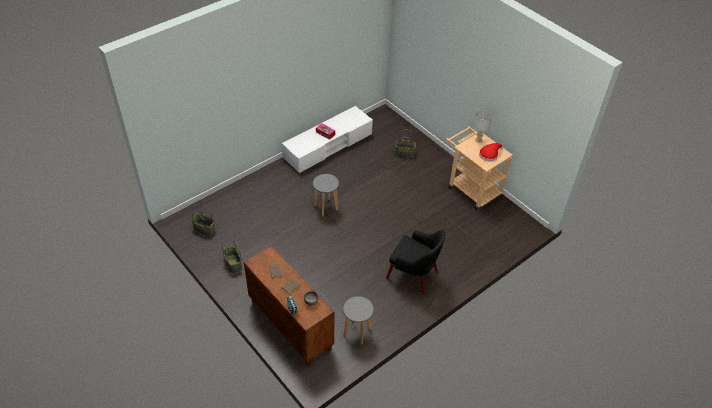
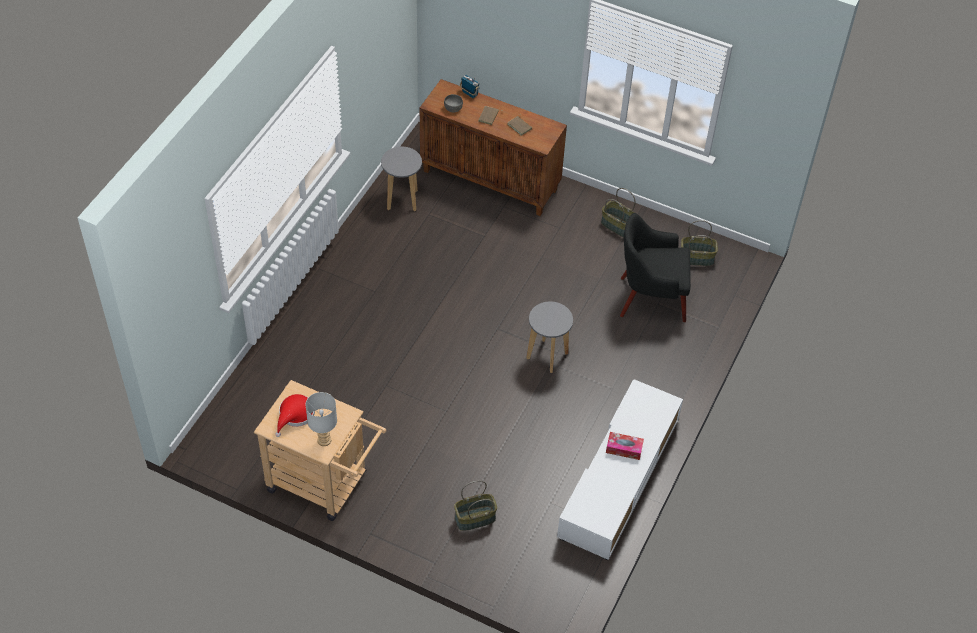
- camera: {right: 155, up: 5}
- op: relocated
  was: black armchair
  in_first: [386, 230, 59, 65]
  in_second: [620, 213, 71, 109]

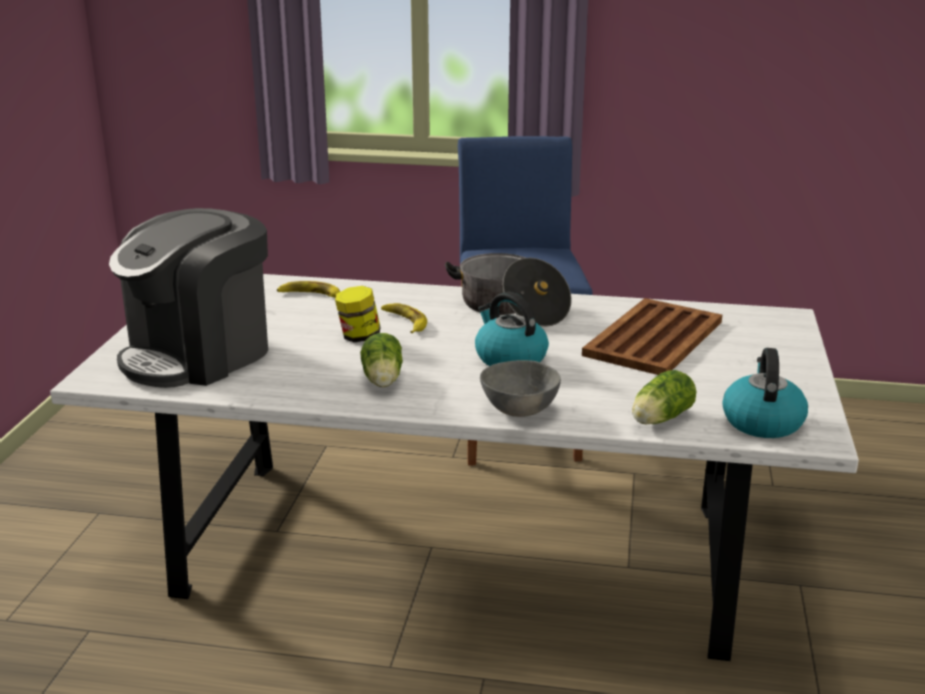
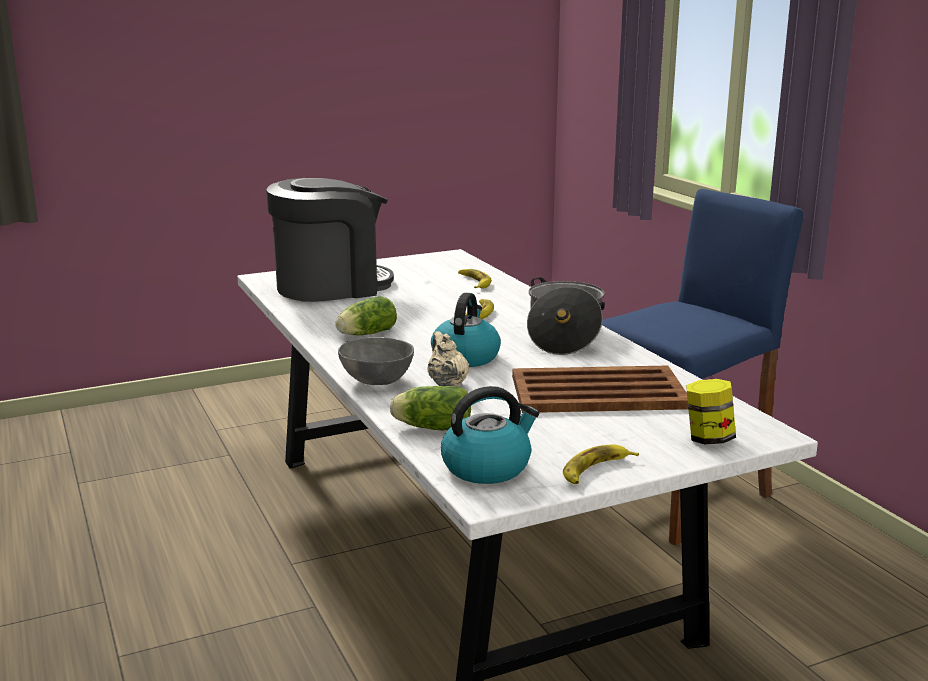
- camera: {right: 55, up: -5}
- op: spun
  was: coffee machine
  in_first: [109, 208, 159, 180]
  in_second: [266, 178, 128, 124]
  clockwise: 150
- op: relocated
  was: jar
  in_first: [335, 286, 46, 56]
  in_second: [686, 379, 50, 66]
- op: appeared
  now: beige teapot
  in_second: [427, 331, 42, 56]
- op: appeared
  now: banana
  in_second: [563, 445, 76, 39]

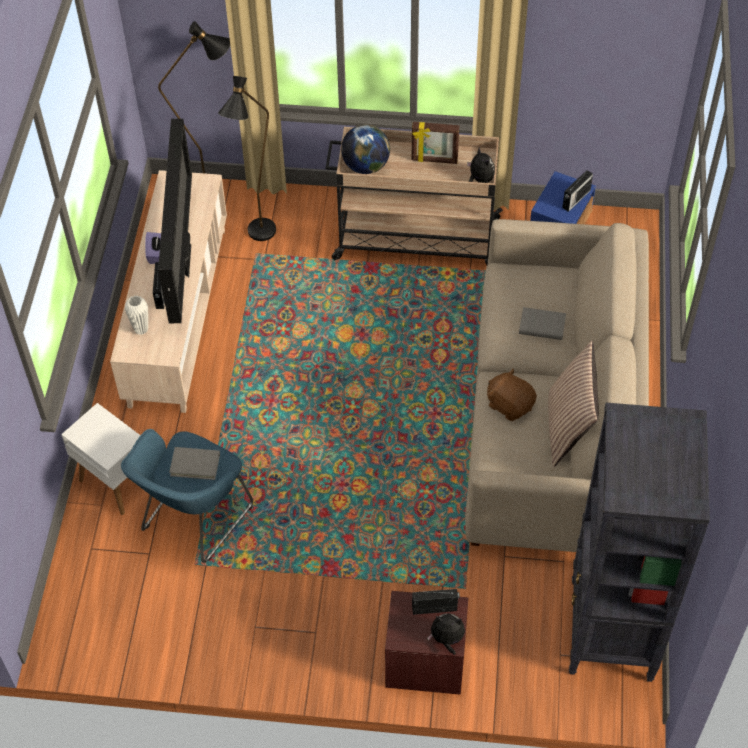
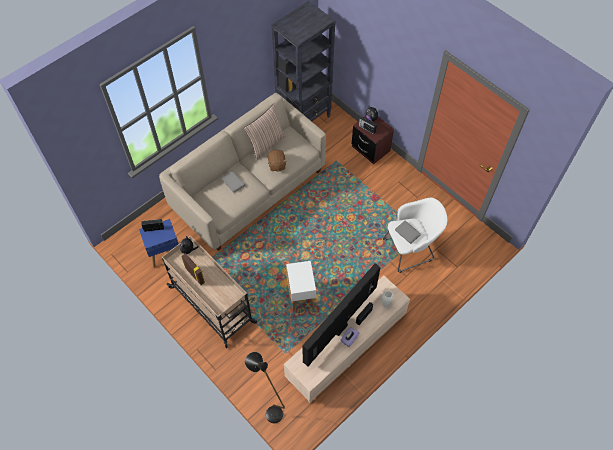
- camera: {right: -140, up: 5}
- op: relocated
  was: white side table
  in_first: [61, 403, 79, 112]
  in_second: [286, 261, 30, 51]
- op: colour
  was: blue armchair
  now: white armchair
  in_first: [121, 429, 132, 134]
  in_second: [383, 198, 64, 75]
- op: missing
  was: black floor lamp
  in_first: [218, 76, 58, 165]
- op: missing
  was: globe
  in_first: [341, 124, 49, 50]

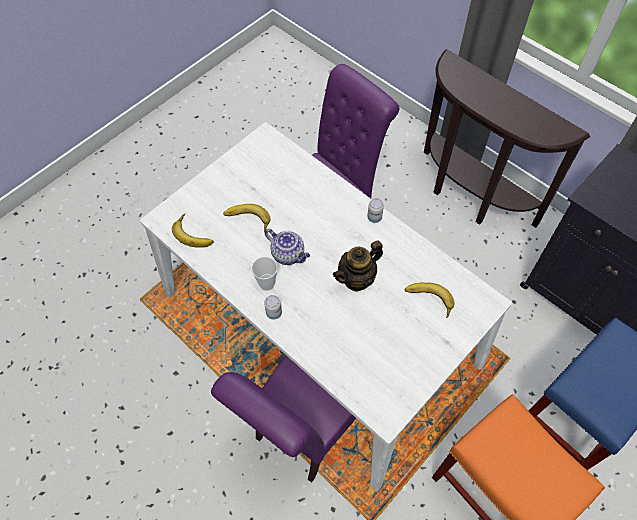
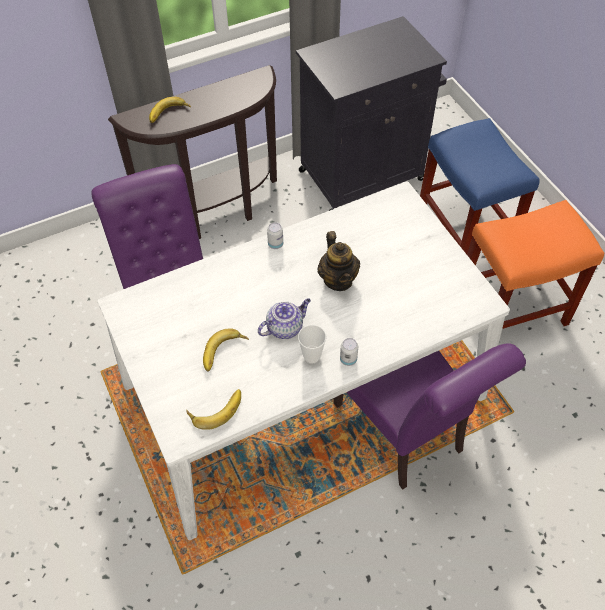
- camera: {right: -70, up: -5}
- op: relocated
  was: banana
  in_first: [405, 282, 49, 36]
  in_second: [149, 97, 42, 26]

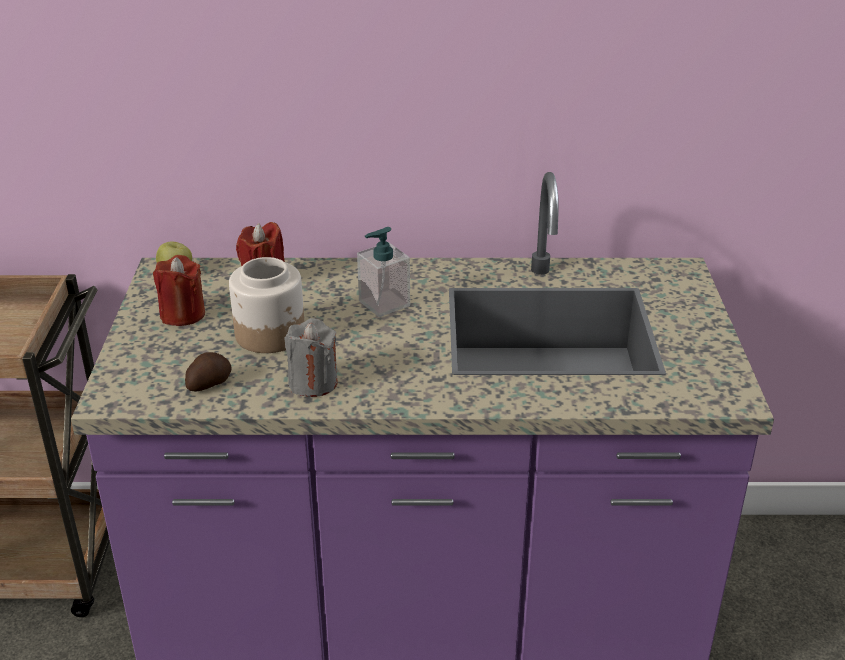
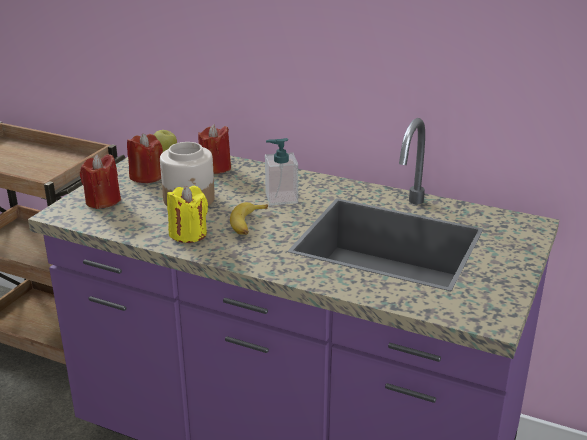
- camera: {right: 25, up: -5}
- op: missing
  was: potato
  in_first: [185, 352, 46, 39]
- op: colour
  was: grey candle
  now: yellow candle
  in_first: [284, 318, 54, 79]
  in_second: [167, 186, 41, 57]
- op: appeared
  now: red candle
  in_second: [80, 154, 41, 55]
- op: appeared
  now: banana
  in_second: [230, 202, 38, 33]

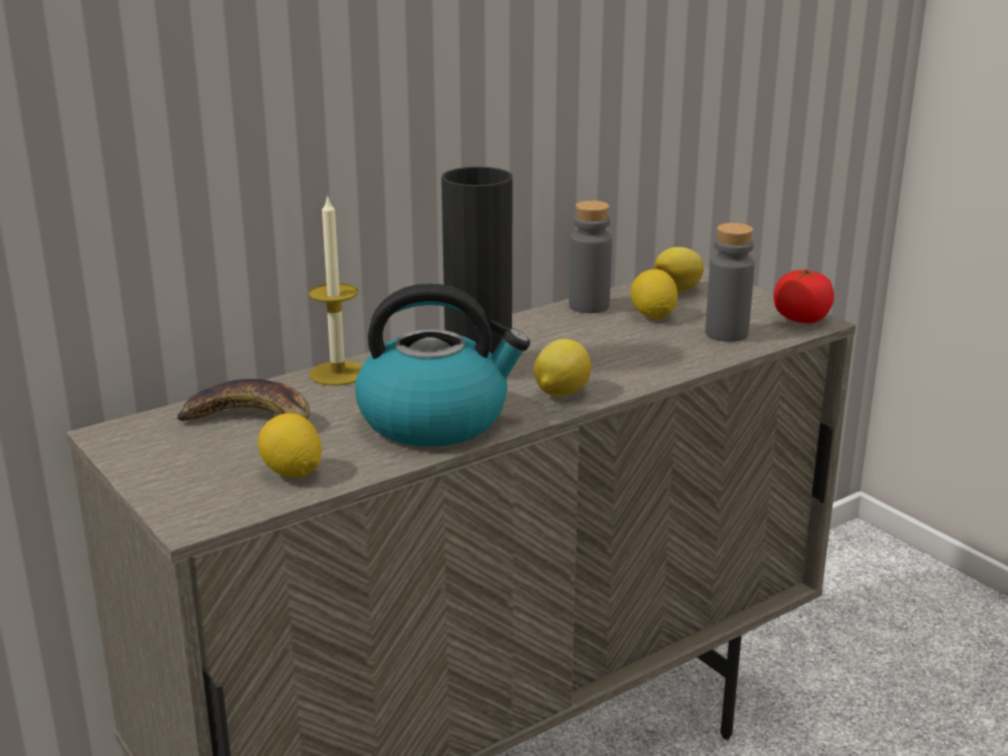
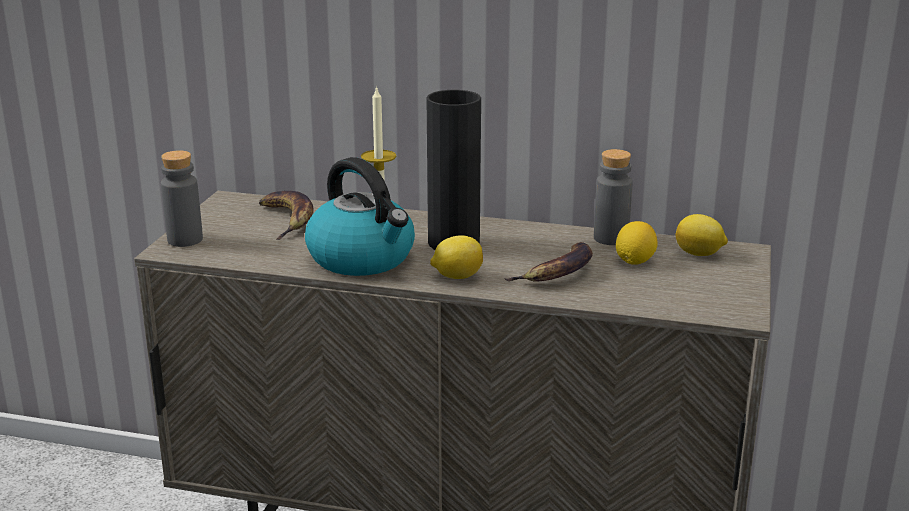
- camera: {right: 50, up: 0}
- op: missing
  was: lemon
  in_first: [258, 413, 64, 65]
- op: relocated
  was: grey bottle
  in_first: [705, 223, 50, 119]
  in_second: [161, 150, 42, 97]
- op: missing
  was: tomato
  in_first: [773, 269, 61, 54]
- op: appeared
  now: banana
  in_second: [504, 242, 89, 40]

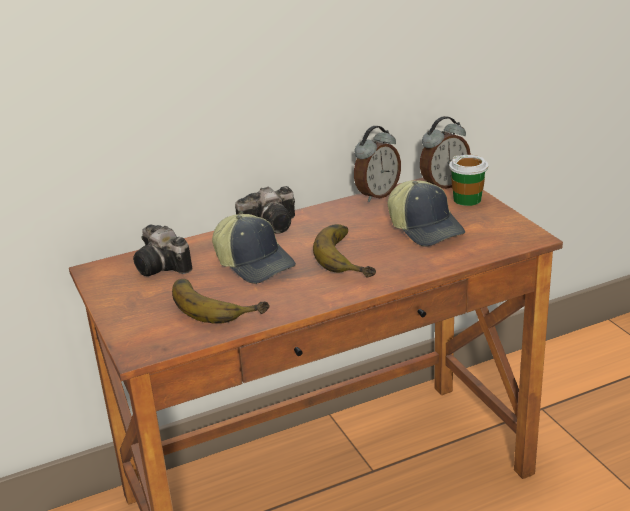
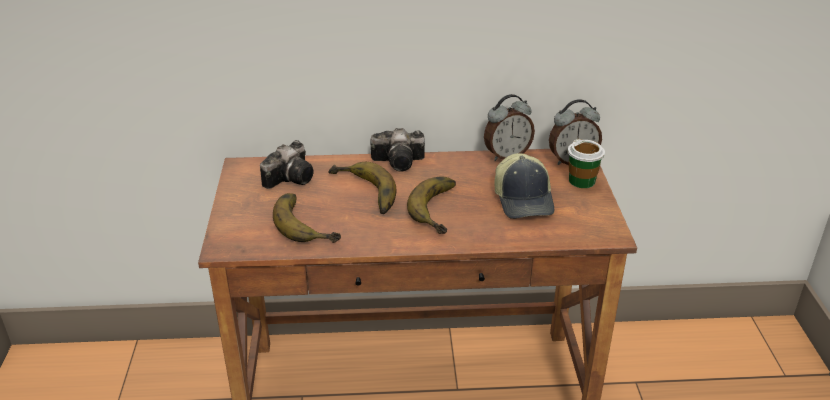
- camera: {right: 20, up: 5}
- op: spun
  was: photo camera
  in_first: [133, 225, 59, 51]
  in_second: [260, 140, 54, 49]
  clockwise: -120
- op: exchanged
  was: cap
  now: banana
  in_first: [212, 214, 84, 70]
  in_second: [328, 162, 68, 52]

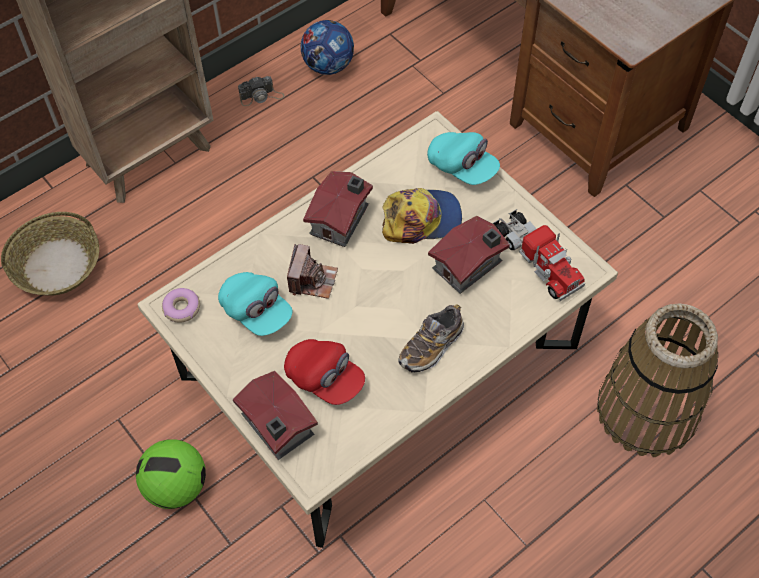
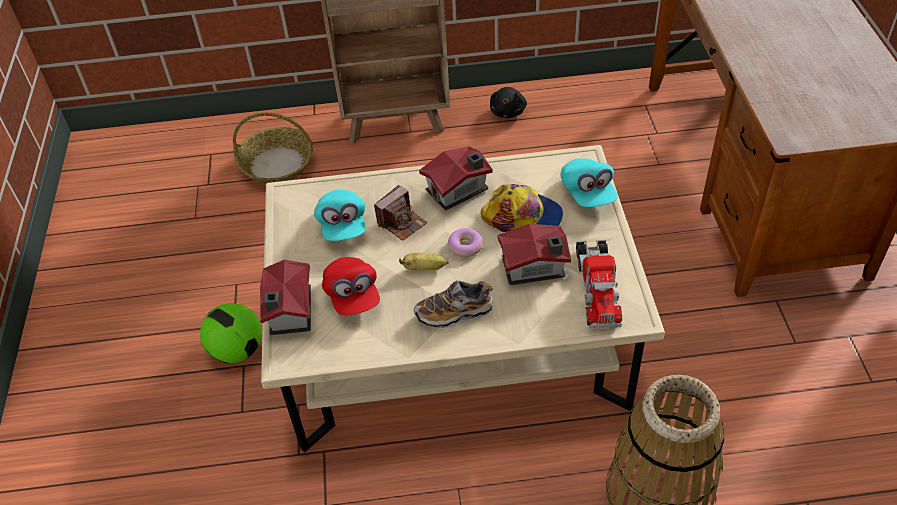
- camera: {right: 35, up: -10}
- op: relocated
  was: donut
  in_first: [162, 288, 38, 35]
  in_second: [448, 228, 35, 29]
- op: exchanged
  was: photo camera
  now: black plush toy
  in_first: [238, 76, 46, 30]
  in_second: [490, 87, 37, 31]
- op: missing
  was: football
  in_first: [301, 20, 53, 55]
- op: appeared
  now: banana
  in_second: [399, 253, 49, 17]

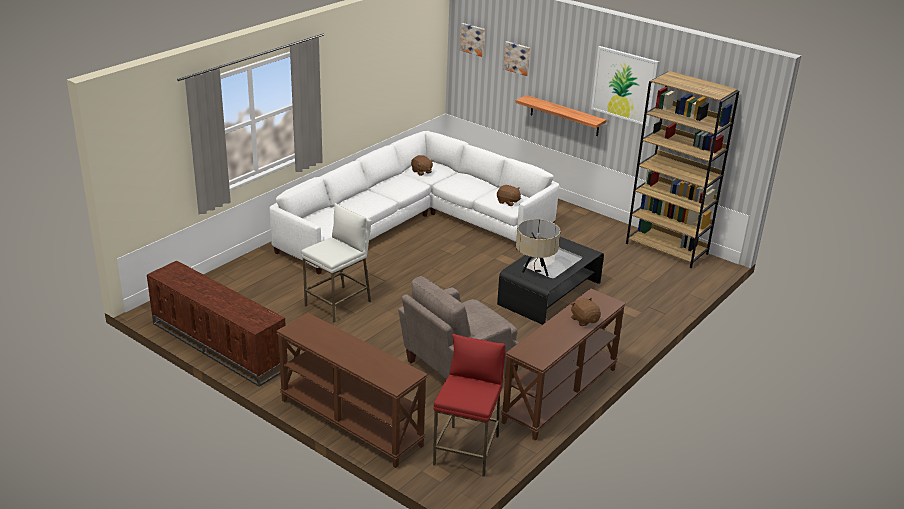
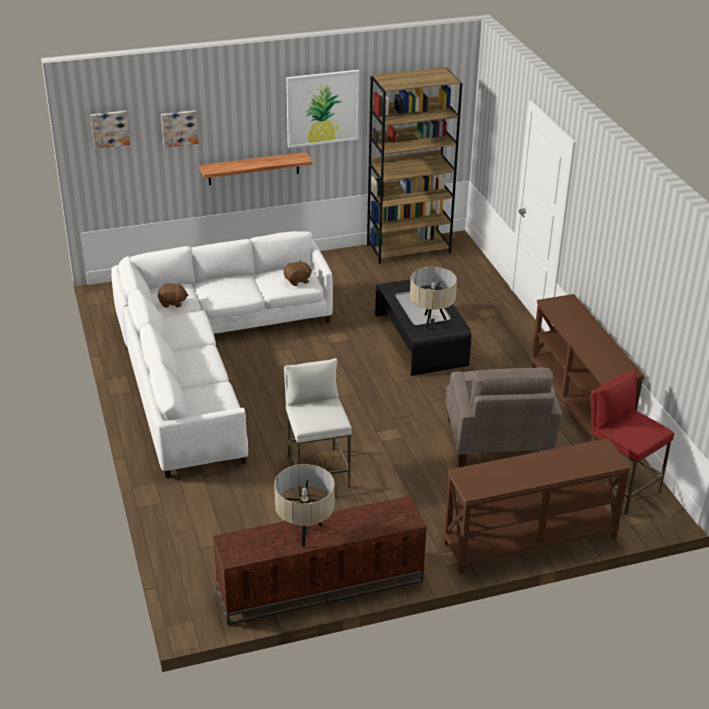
- camera: {right: -55, up: 5}
- op: missing
  was: brown plush toy
  in_first: [571, 298, 30, 28]
- op: appeared
  now: beige table lamp
  in_second: [274, 464, 61, 83]

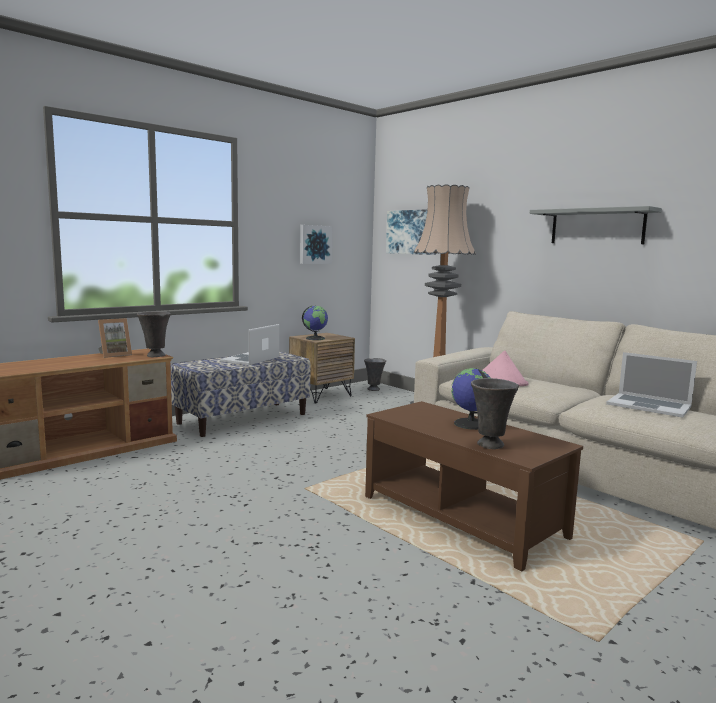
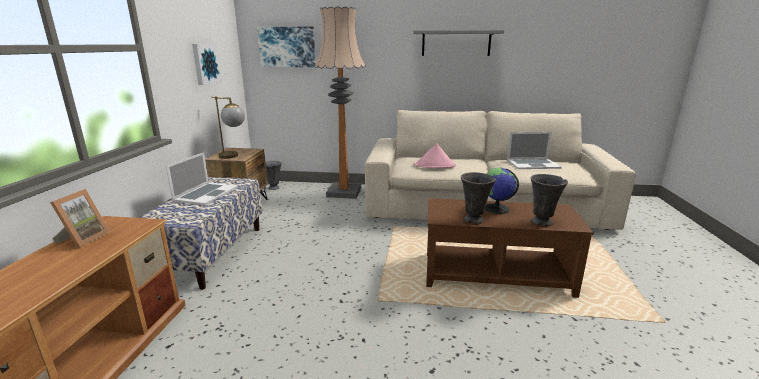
- camera: {right: -40, up: 10}
- op: relocated
  was: grey vase
  in_first: [137, 311, 34, 46]
  in_second: [461, 172, 35, 52]
- op: spun
  was: laptop
  in_first: [220, 324, 59, 41]
  in_second: [166, 152, 72, 53]
  clockwise: -150
- op: exchanged
  was: globe
  now: table lamp
  in_first: [302, 306, 26, 34]
  in_second: [211, 96, 34, 63]

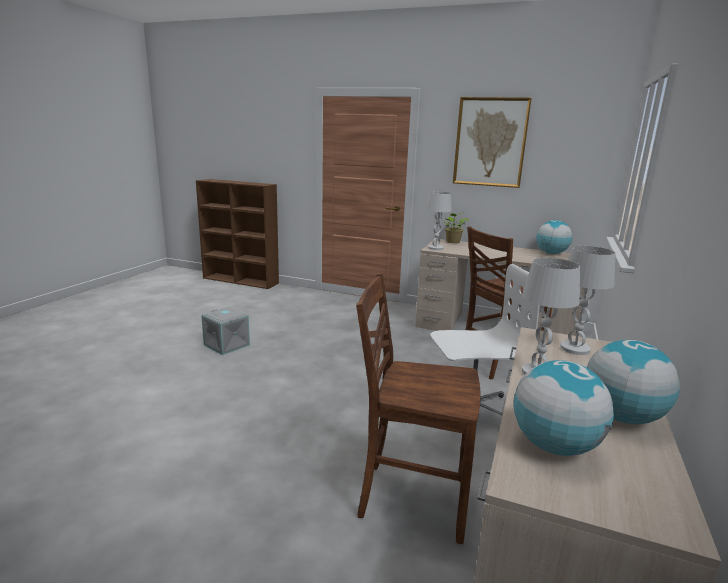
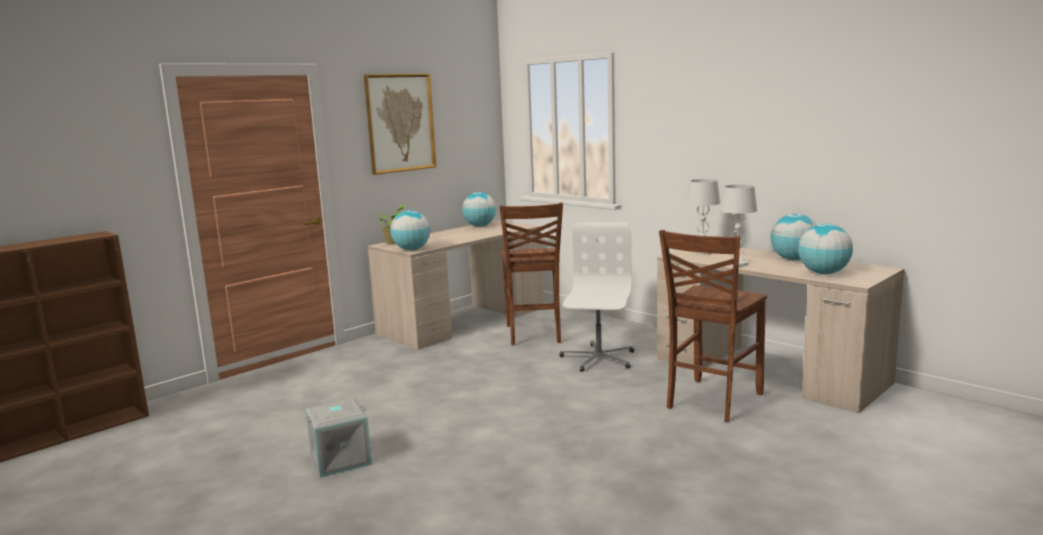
- camera: {right: -65, up: -5}
- op: exchanged
  was: white table lamp
  now: globe
  in_first: [426, 192, 26, 58]
  in_second: [390, 210, 40, 40]

